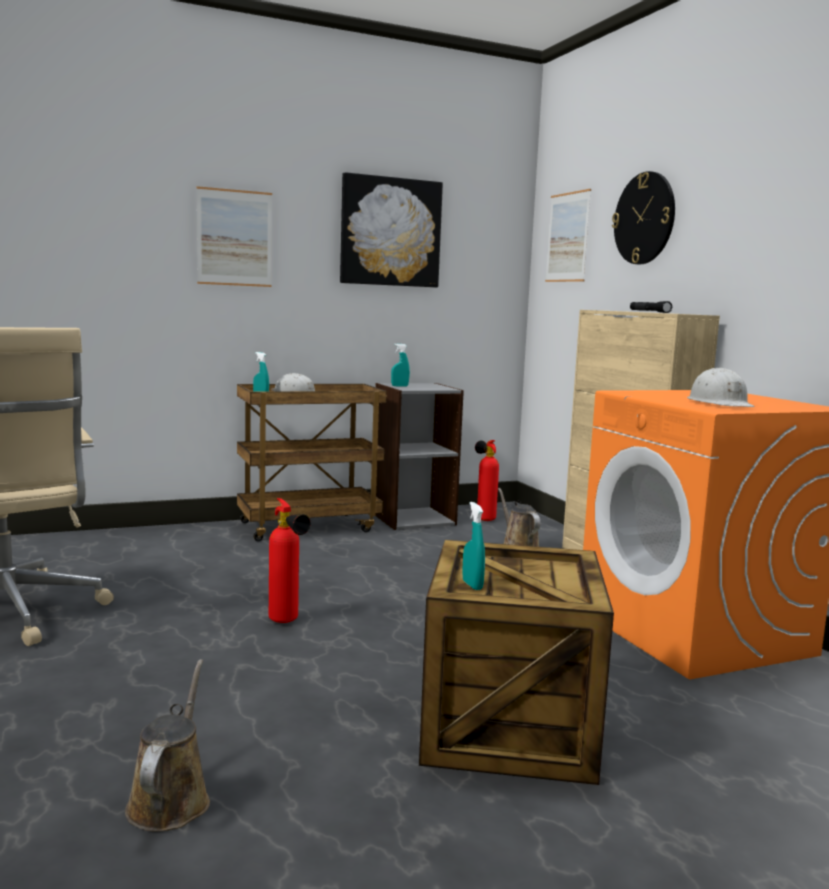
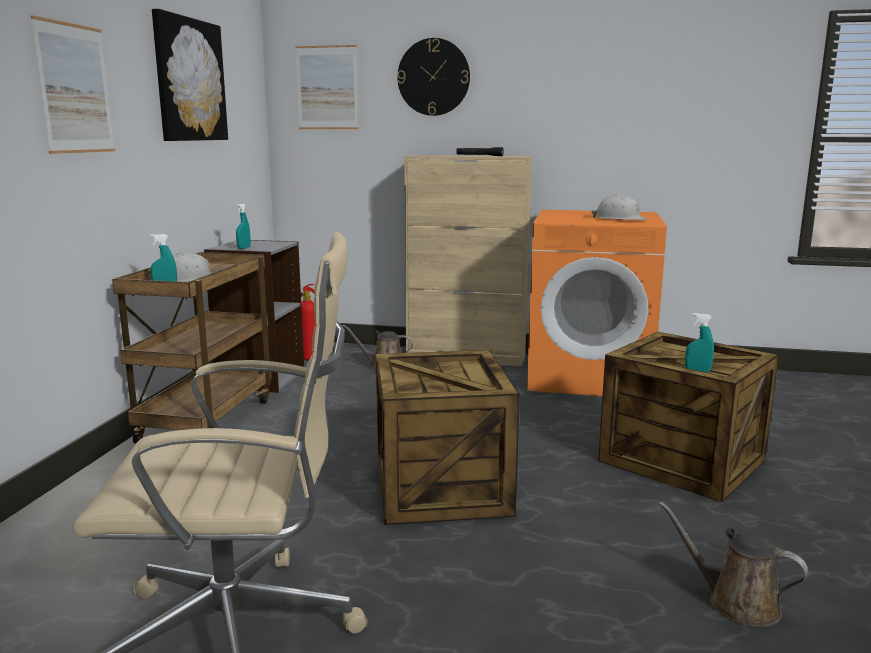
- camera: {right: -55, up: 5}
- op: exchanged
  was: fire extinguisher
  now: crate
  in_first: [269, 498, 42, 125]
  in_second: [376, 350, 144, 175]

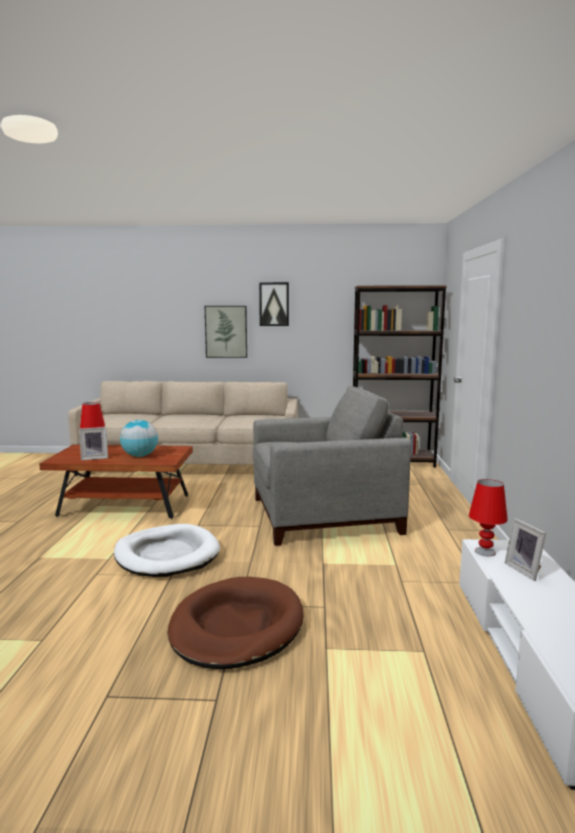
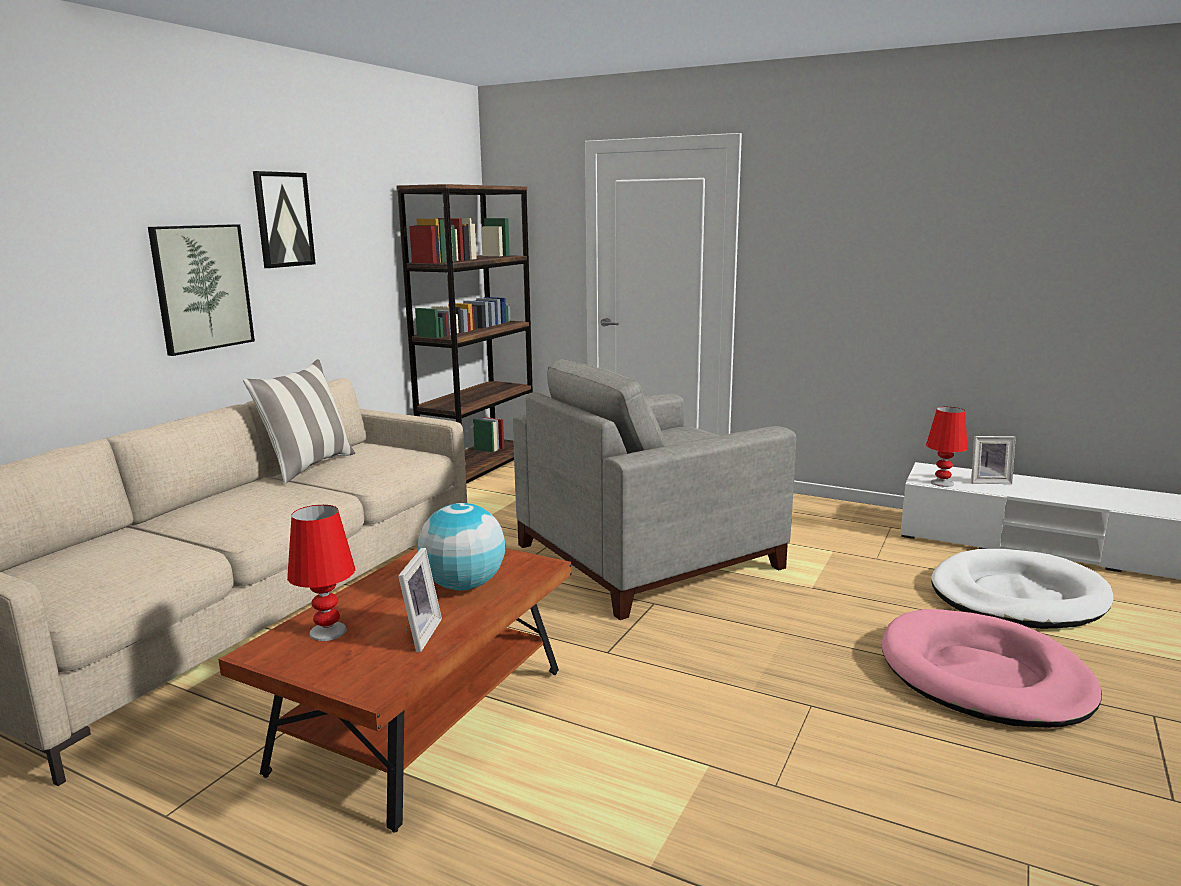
- camera: {right: -65, up: 5}
- op: relocated
  was: white dog bed
  in_first: [114, 524, 106, 53]
  in_second: [931, 549, 182, 80]
- op: colour
  was: brown dog bed
  now: pink dog bed
  in_first: [167, 577, 136, 92]
  in_second: [882, 609, 220, 119]
- op: spun
  was: grey armchair
  in_first: [252, 386, 159, 160]
  in_second: [513, 359, 283, 261]
  clockwise: -135
- op: appeared
  now: pillow
  in_second: [243, 359, 112, 125]

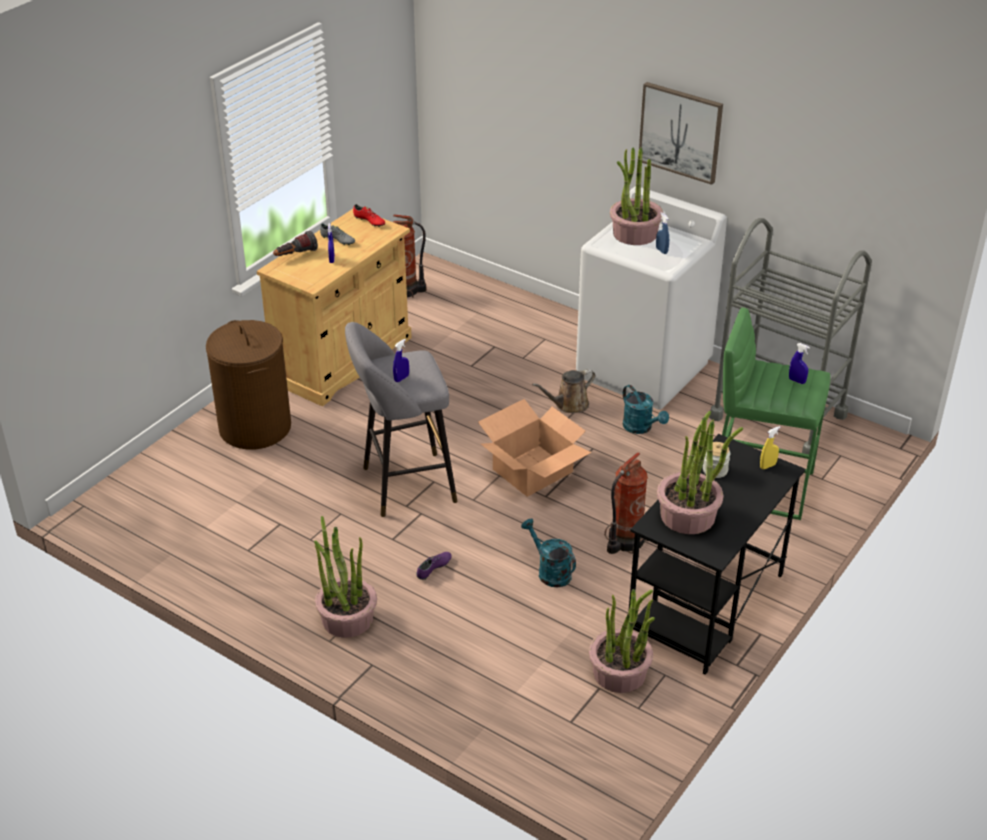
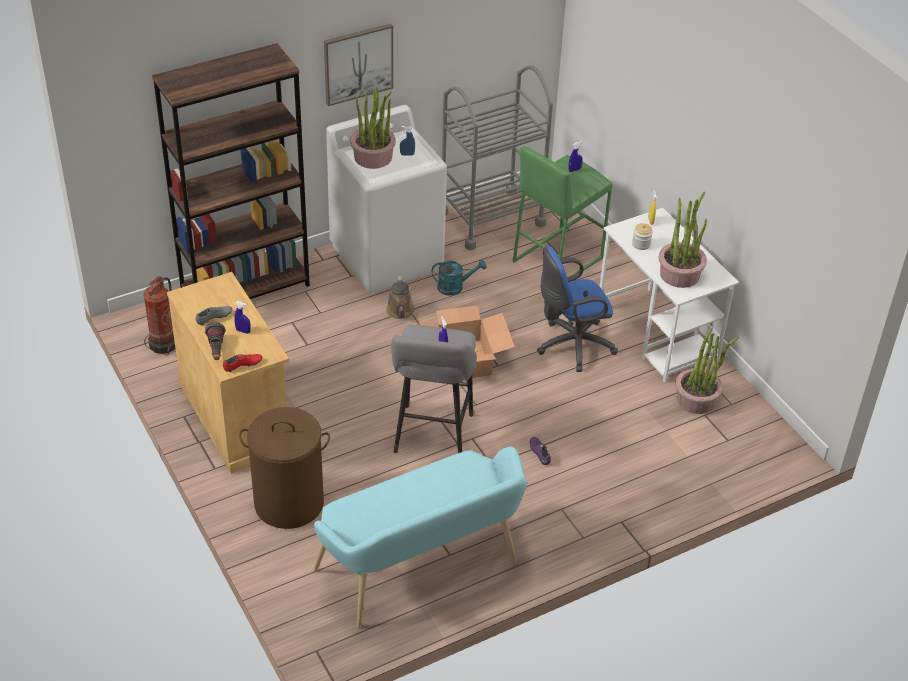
- camera: {right: -65, up: 5}
- op: missing
  was: potted plant
  in_first: [314, 516, 63, 122]
- op: relocated
  was: red shoe
  in_first: [353, 204, 32, 23]
  in_second: [223, 354, 40, 18]
- op: missing
  was: turquoise watering can
  in_first: [521, 519, 55, 68]
- op: exchanged
  was: fire extinguisher
  now: blue office chair
  in_first: [605, 452, 43, 102]
  in_second: [537, 246, 81, 126]
- op: colour
  was: black desk
  now: white desk
  in_first: [628, 434, 177, 241]
  in_second: [600, 208, 139, 175]
- op: appeared
  now: brown bookcase
  in_second: [152, 43, 158, 256]
- op: appeared
  now: turquoise bench
  in_second: [313, 446, 214, 183]

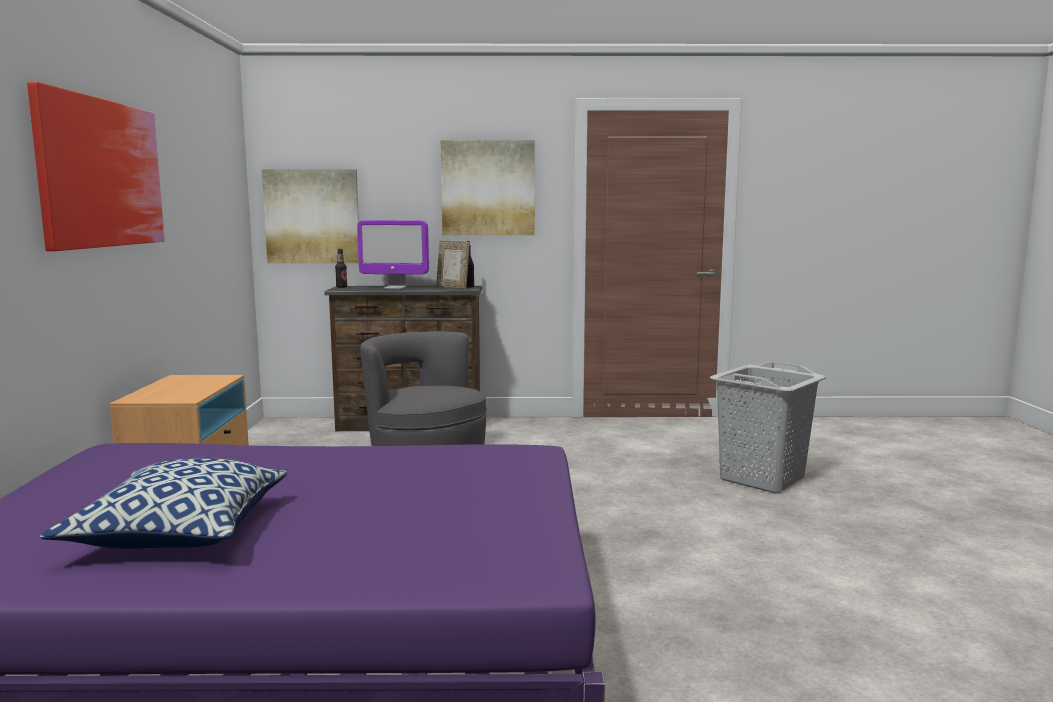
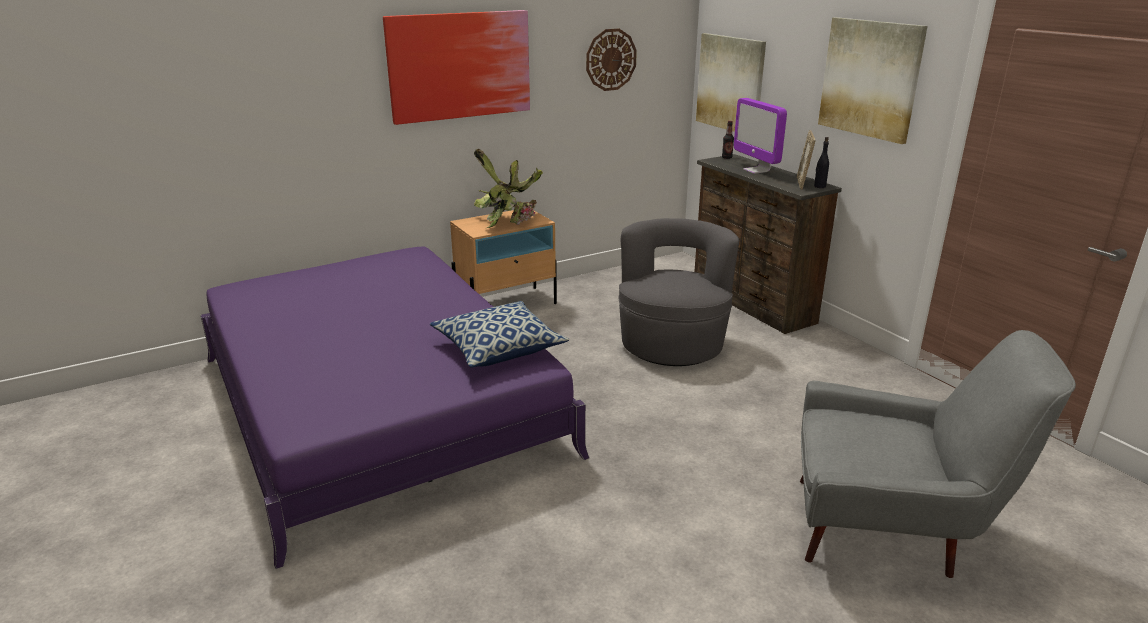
- camera: {right: 60, up: 15}
- op: relocated
  was: pillow
  in_first: [40, 459, 247, 90]
  in_second: [430, 301, 139, 66]
- op: exchanged
  was: grey laundry basket
  now: grey armchair
  in_first: [710, 362, 115, 131]
  in_second: [800, 330, 276, 248]
- op: appeared
  now: potted plant
  in_second: [474, 149, 69, 79]
- op: appeared
  now: wall clock
  in_second: [586, 29, 51, 62]

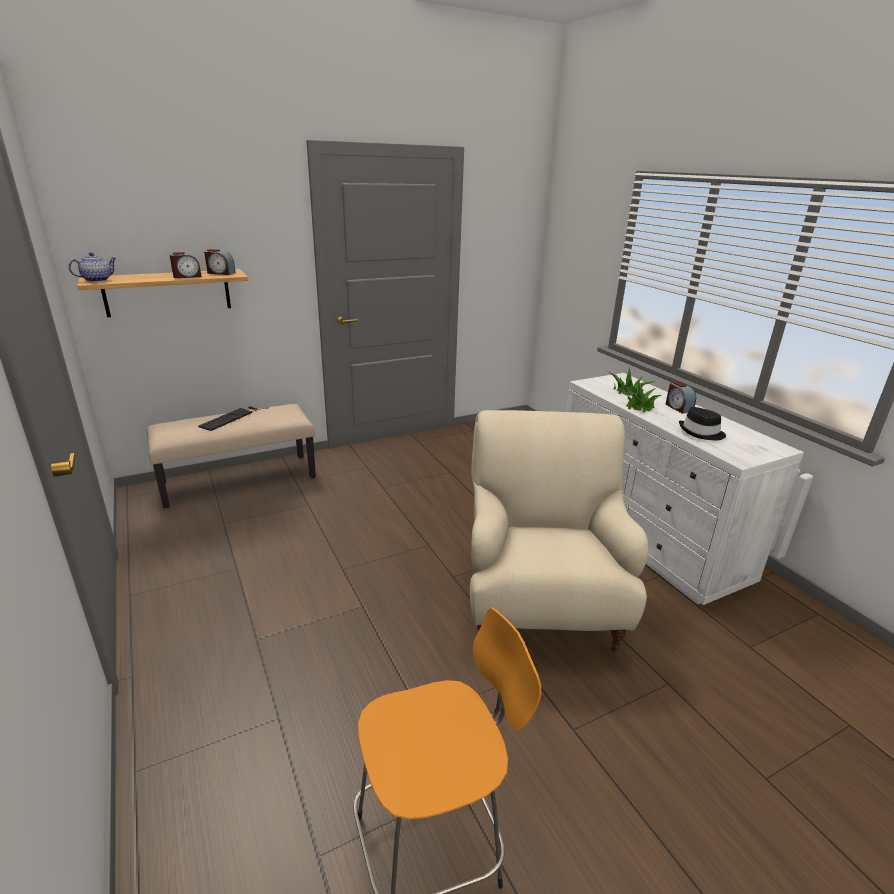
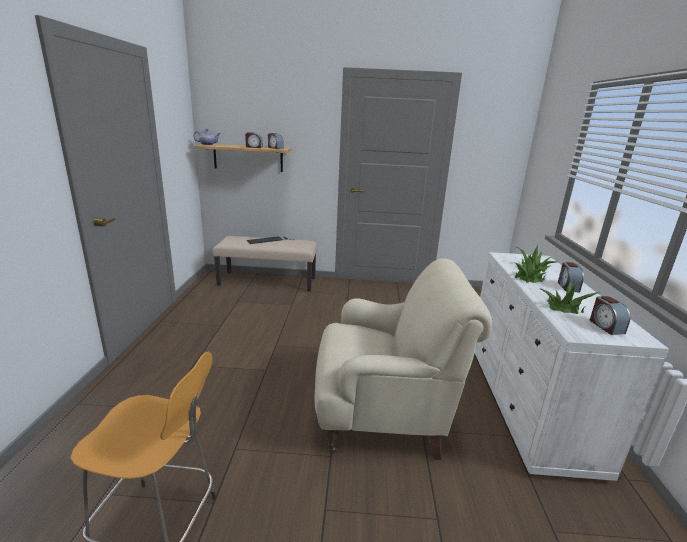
- camera: {right: 30, up: -5}
- op: spun
  was: beige armchair
  in_first: [470, 410, 179, 243]
  in_second: [315, 258, 177, 202]
  clockwise: 60
- op: exchanged
  was: black hat
  now: potted plant
  in_first: [679, 407, 47, 34]
  in_second: [539, 282, 62, 32]
- op: appeared
  now: alarm clock
  in_second: [590, 296, 41, 39]

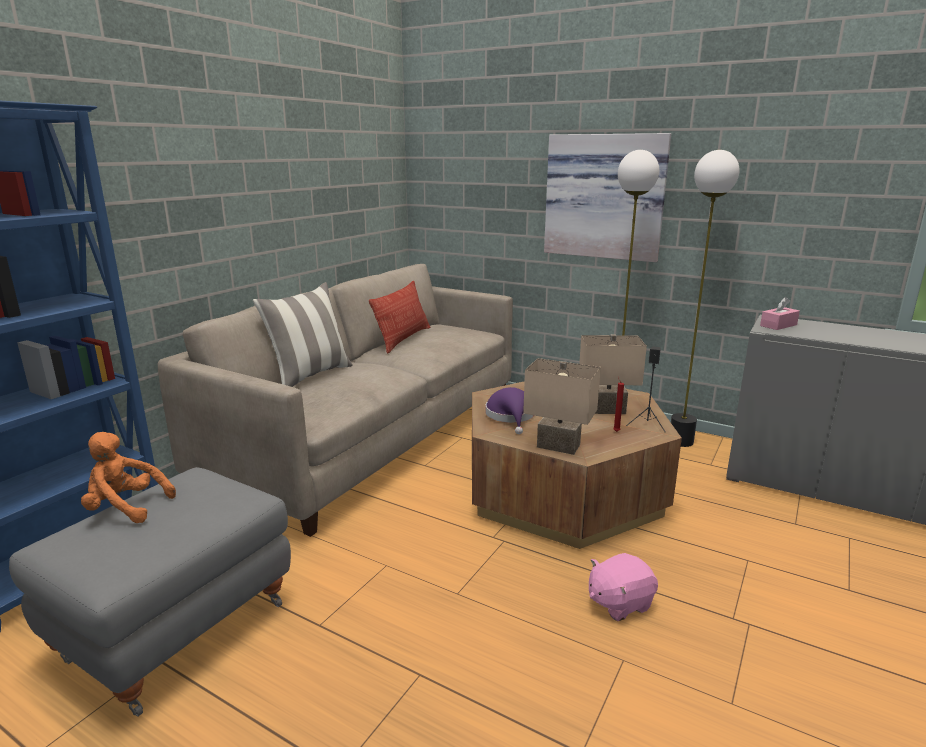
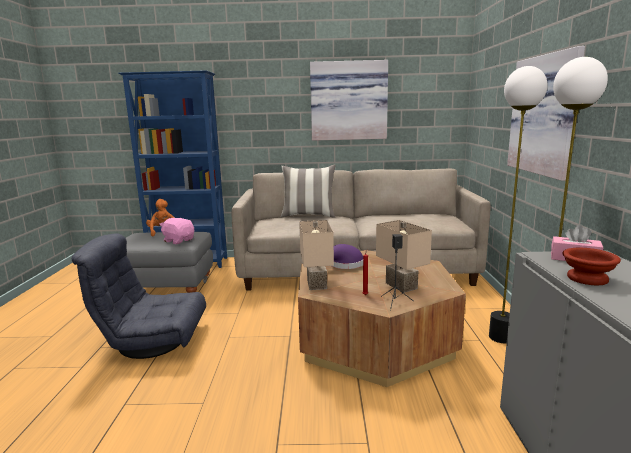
- camera: {right: 60, up: -5}
- op: missing
  was: pillow
  in_first: [369, 281, 61, 73]
- op: relocated
  was: pink plush toy
  in_first: [589, 553, 69, 68]
  in_second: [159, 218, 35, 26]
- op: appeared
  now: grey armchair
  in_second: [72, 234, 134, 125]
- op: appeared
  now: picture
  in_second: [310, 60, 78, 81]
- op: appeared
  now: brown bowl
  in_second: [563, 248, 58, 37]

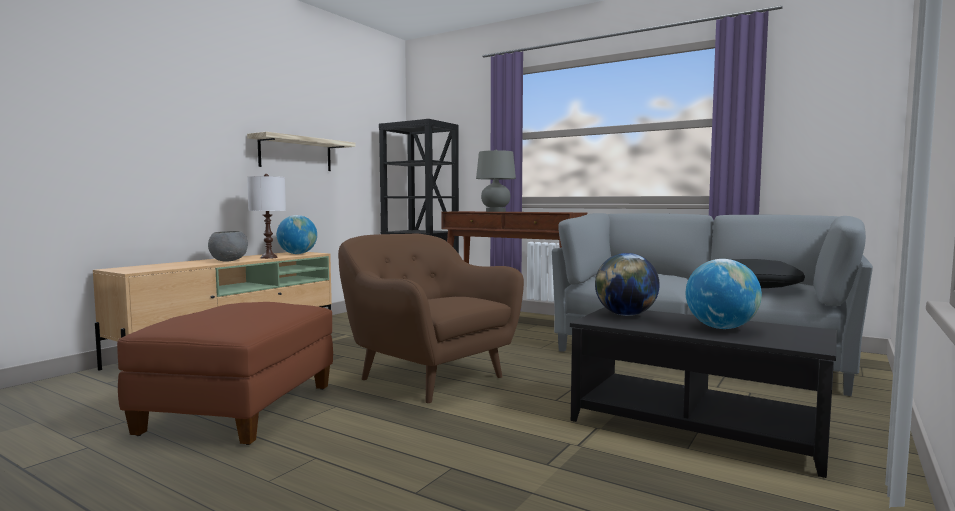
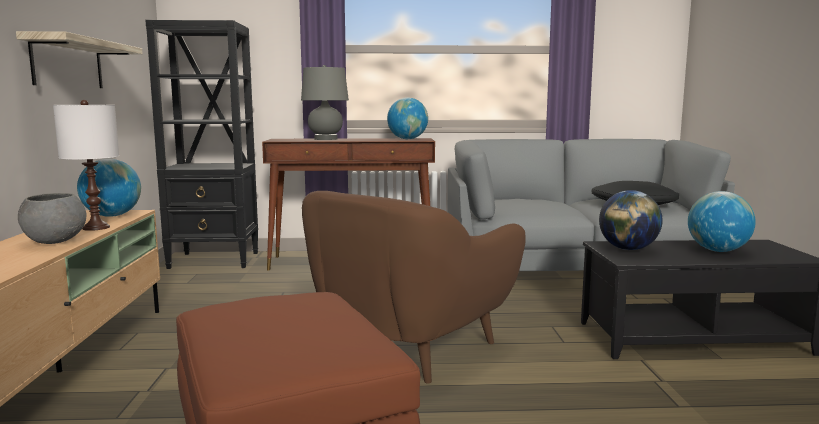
- camera: {right: -35, up: 5}
- op: spun
  was: brown armchair
  in_first: [338, 234, 186, 169]
  in_second: [302, 191, 224, 192]
  clockwise: -60
- op: appeared
  now: globe
  in_second: [387, 98, 41, 41]

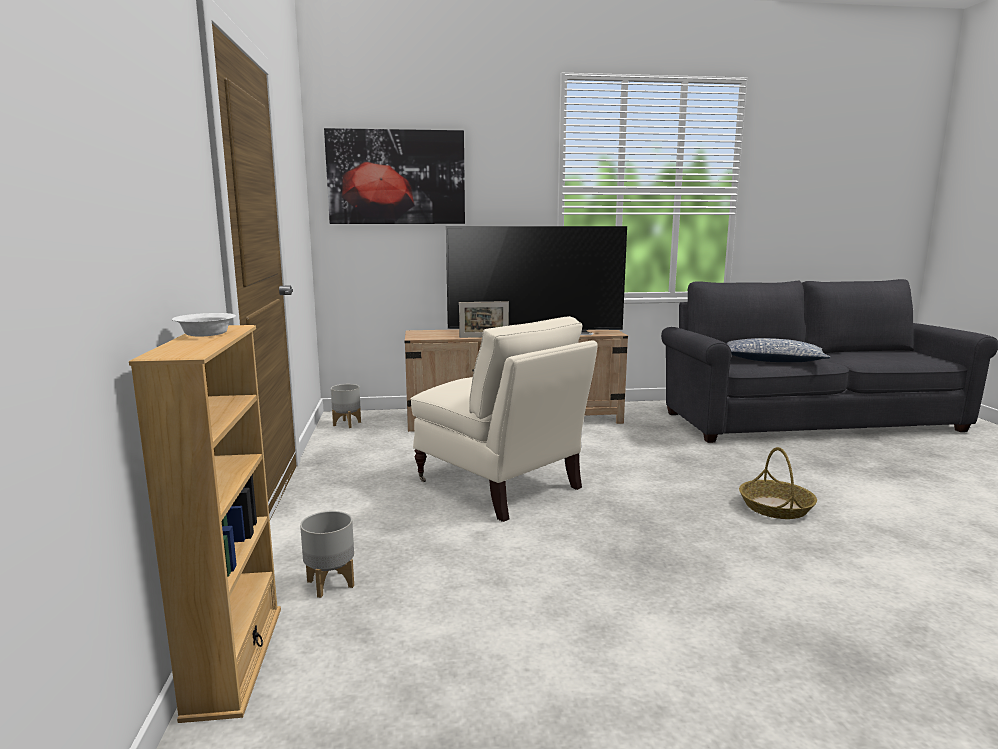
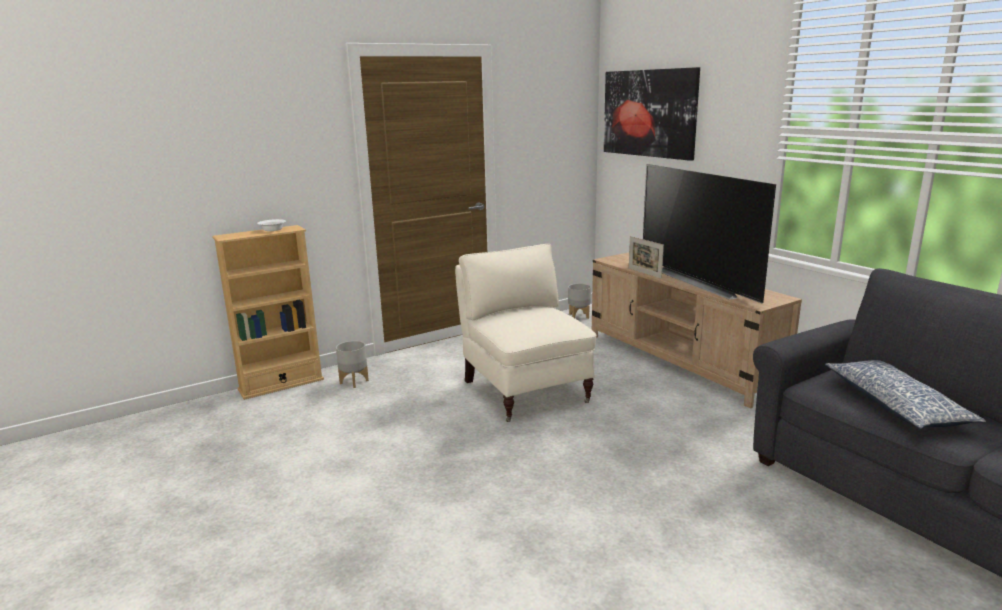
- camera: {right: 65, up: 5}
- op: spun
  was: beige armchair
  in_first: [410, 316, 188, 206]
  in_second: [455, 244, 142, 178]
  clockwise: 135
- op: missing
  was: basket
  in_first: [739, 447, 78, 72]

